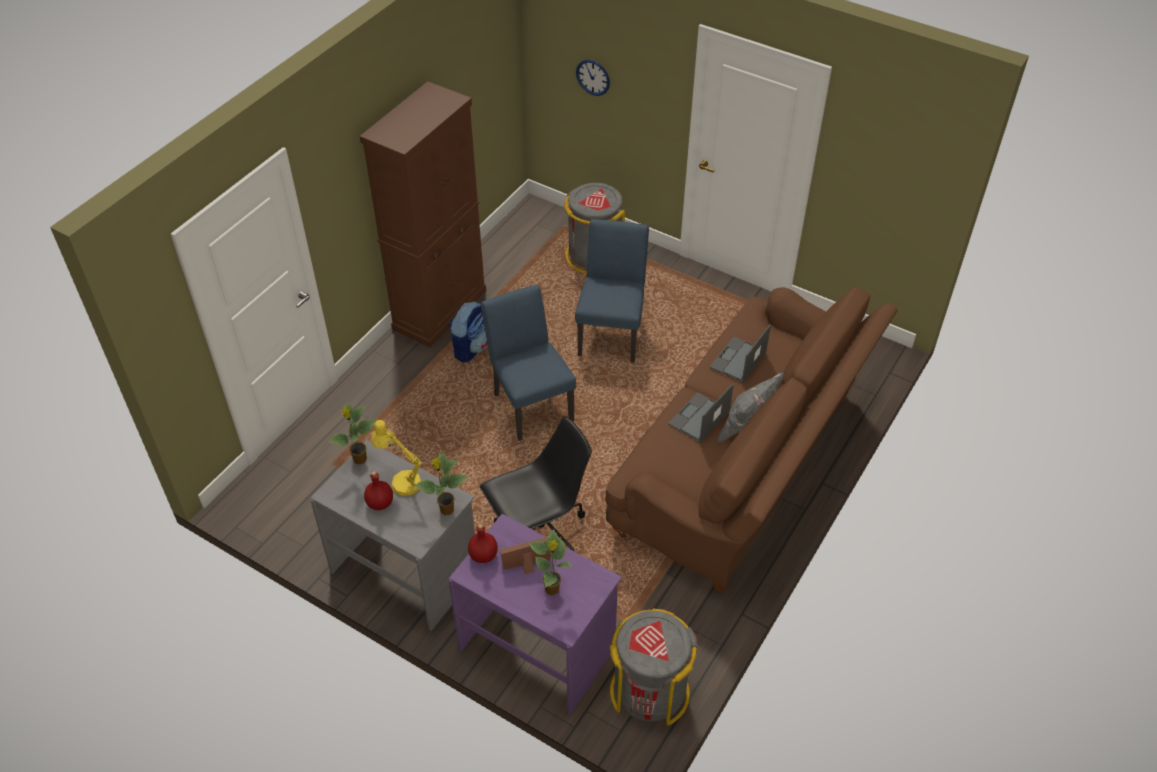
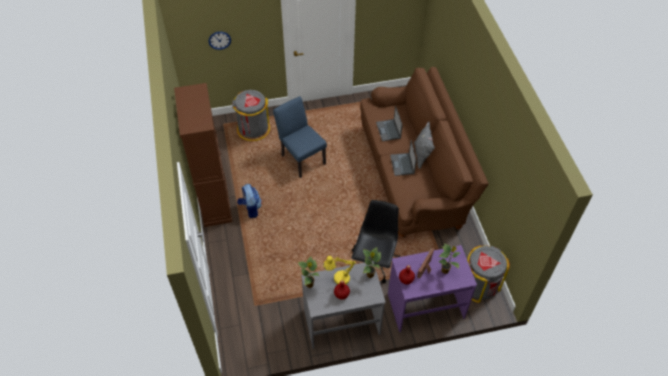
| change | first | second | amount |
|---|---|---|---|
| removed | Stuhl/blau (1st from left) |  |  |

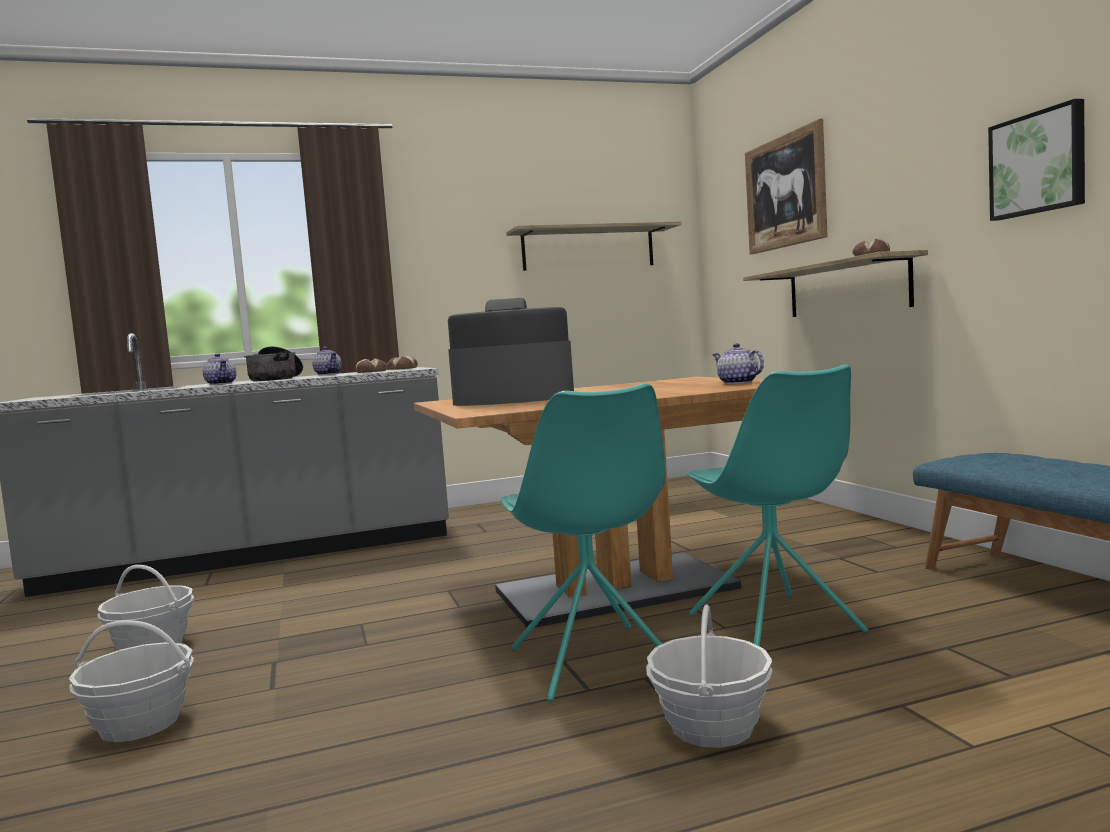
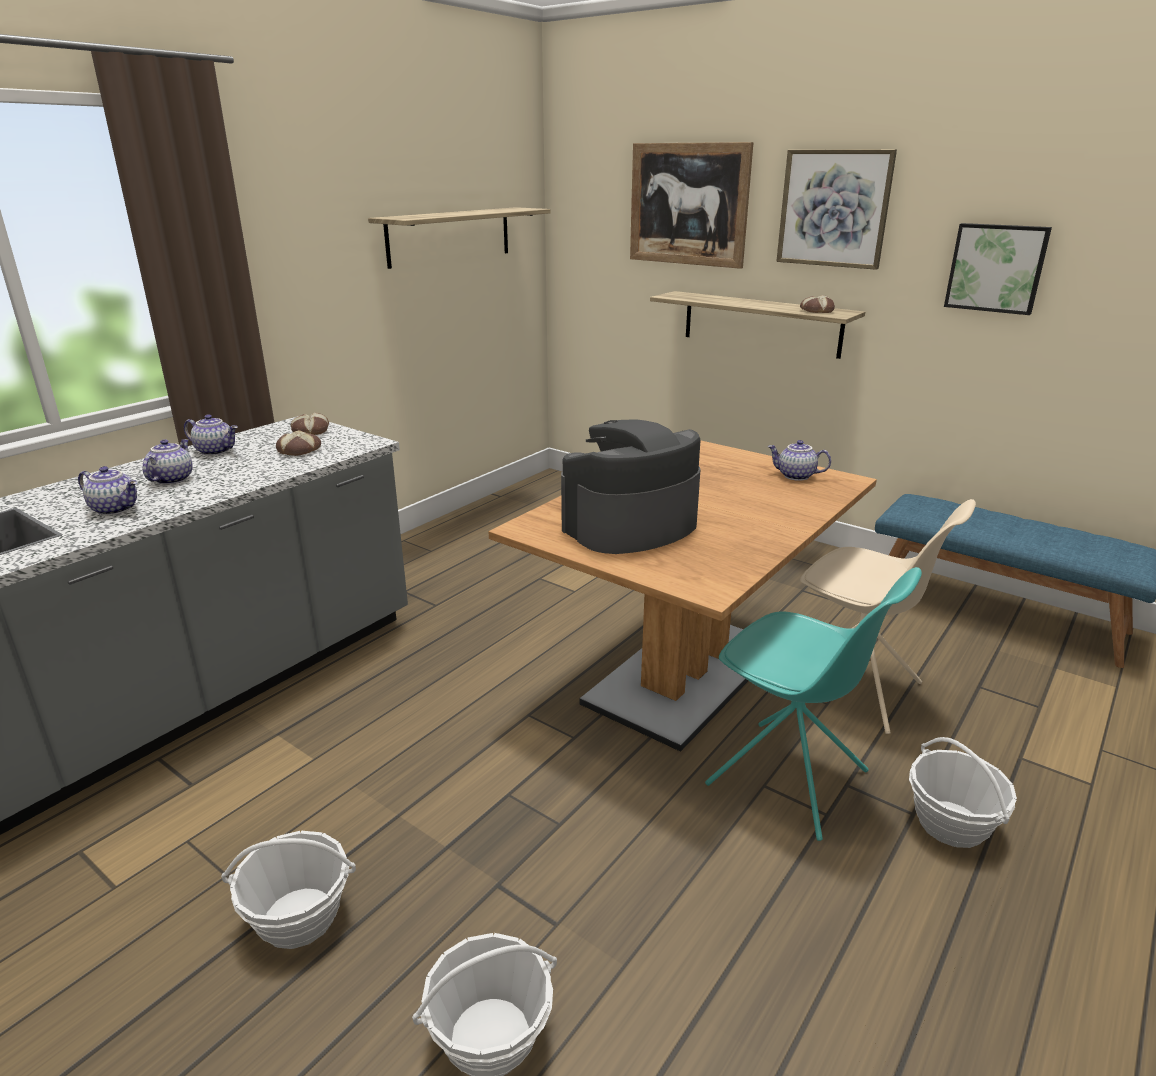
| change | first | second | amount |
|---|---|---|---|
| replaced | Kochtopf | Teekanne (2nd from left) |  |
| added |  | Bild (2nd from left) |  |
| recoloured | Stuhl/türkis (2nd from left) | Stuhl/beige |  |

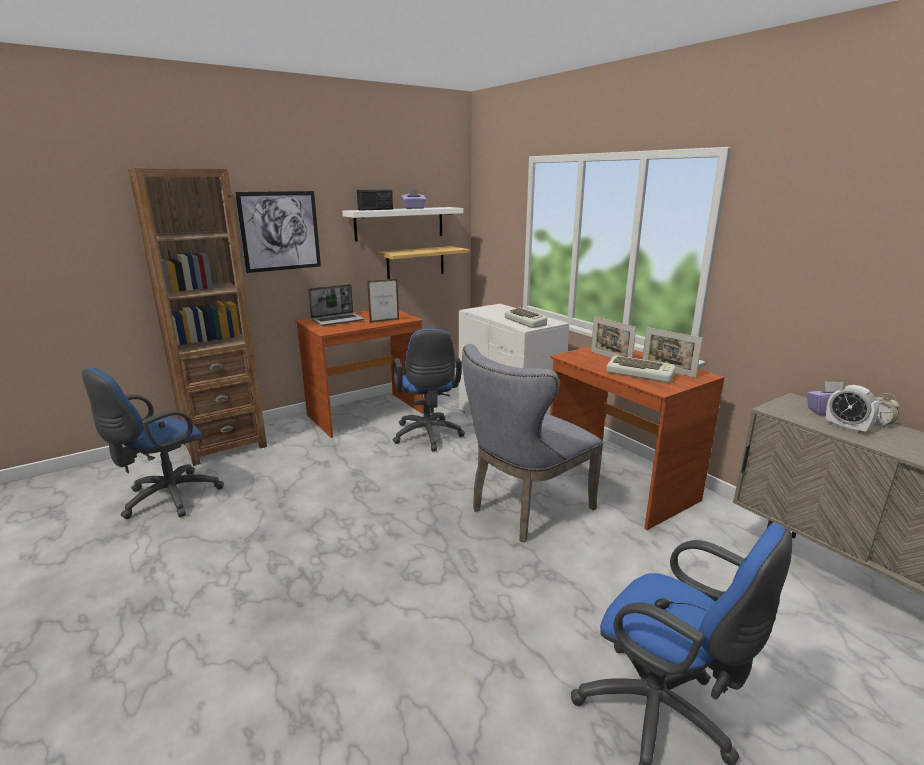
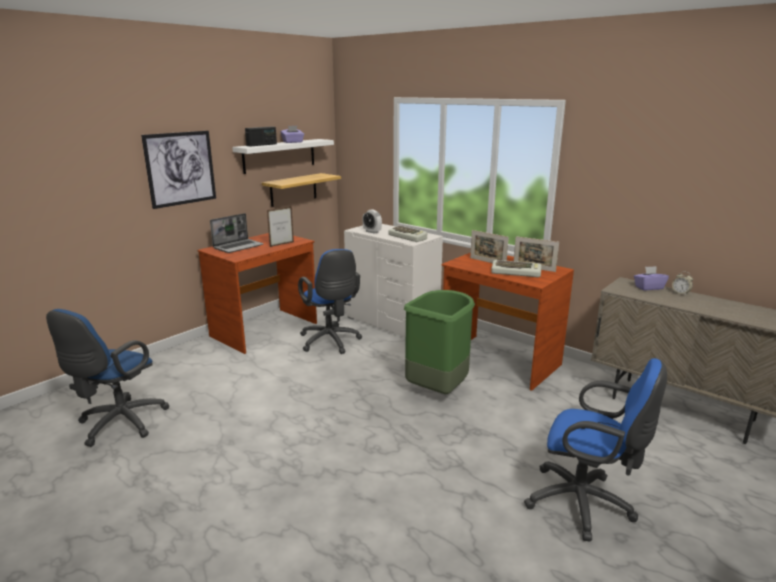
| change | first | second | amount |
|---|---|---|---|
| moved | Wecker (1st from left) |  |  |
| replaced | Stuhl/grau | Mülleimer/grün |  |
| removed | Bücherregal/braun |  |  |

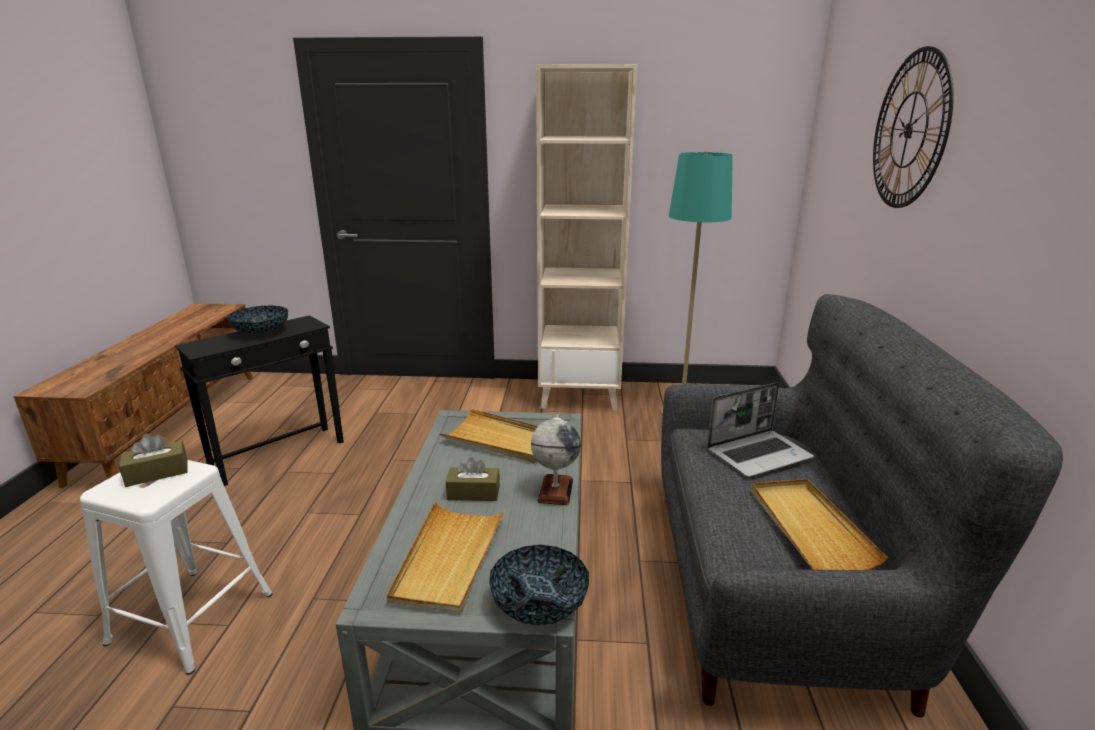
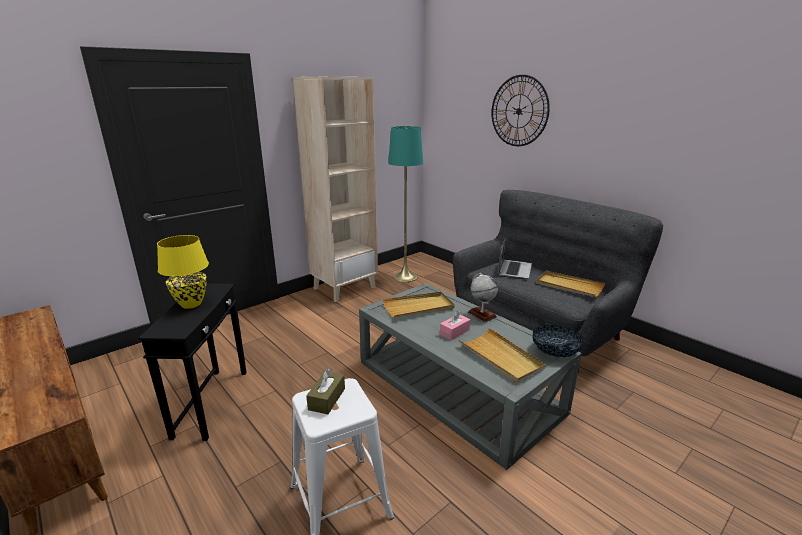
| change | first | second | amount |
|---|---|---|---|
| replaced | Schüssel (1st from left) | Tischlampe/gelb |  |
| recoloured | Taschentuchbox/braun (2nd from left) | Taschentuchbox/rosa |  |

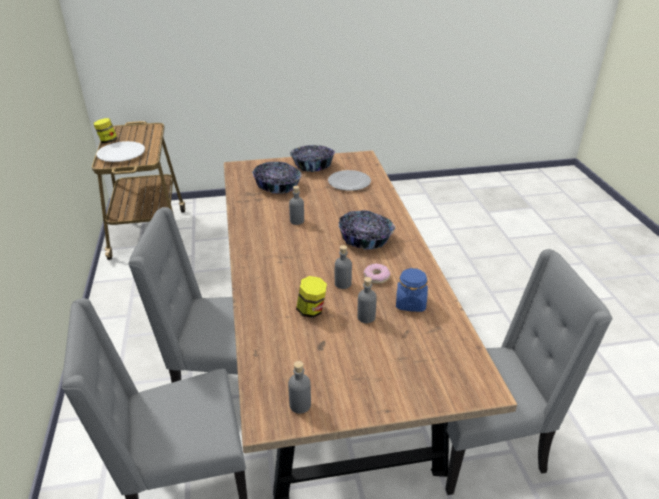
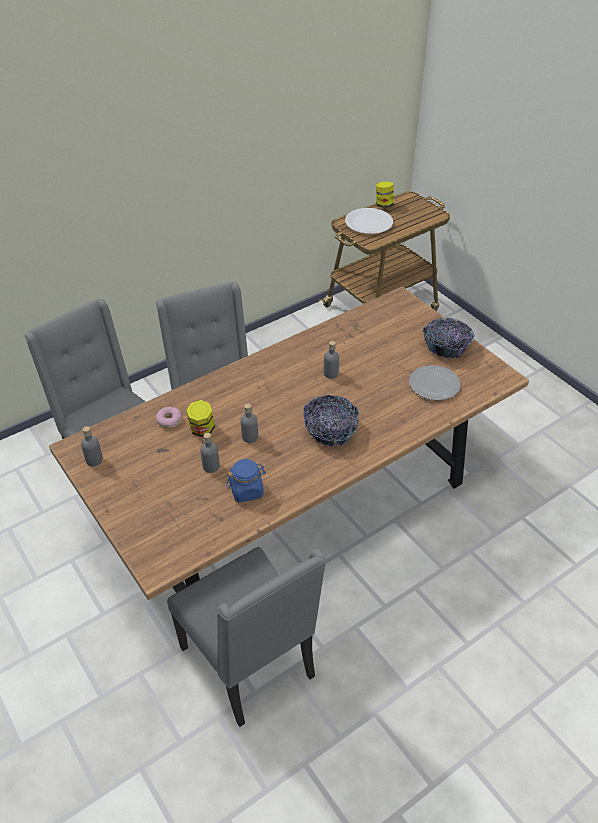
| change | first | second | amount |
|---|---|---|---|
| moved | Donut |  |  |
| removed | Schüssel (1st from left) |  |  |

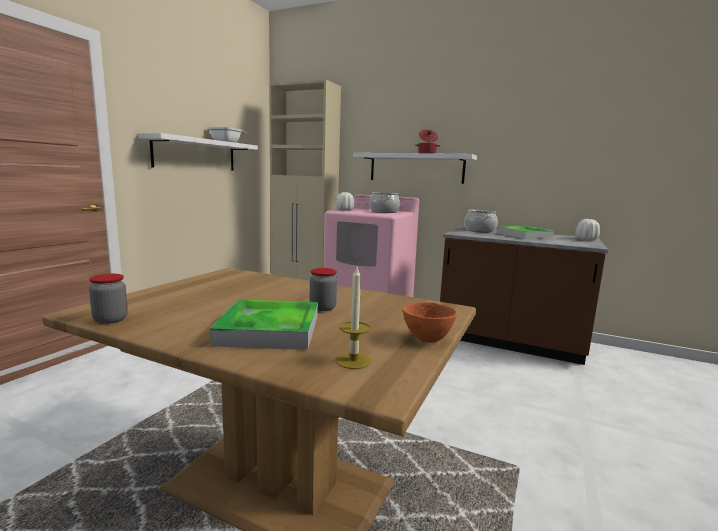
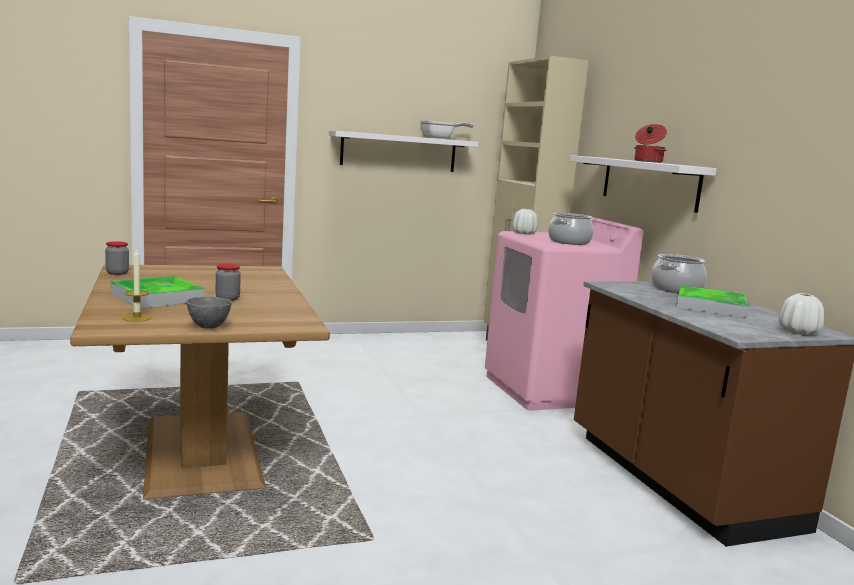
| change | first | second | amount |
|---|---|---|---|
| recoloured | Schüssel/orange | Schüssel/grau |  |

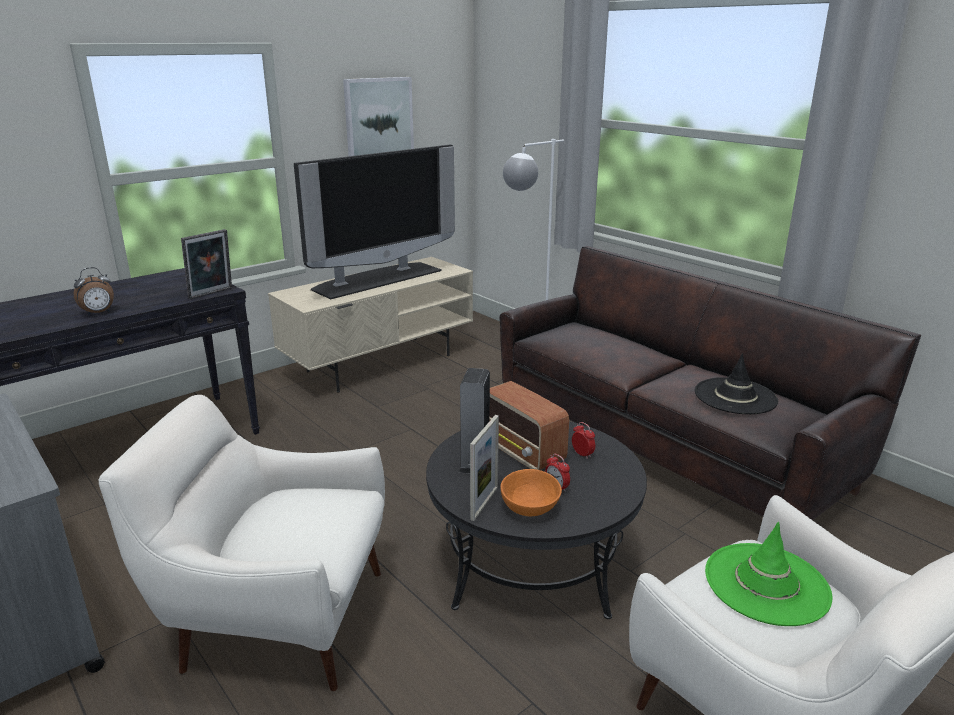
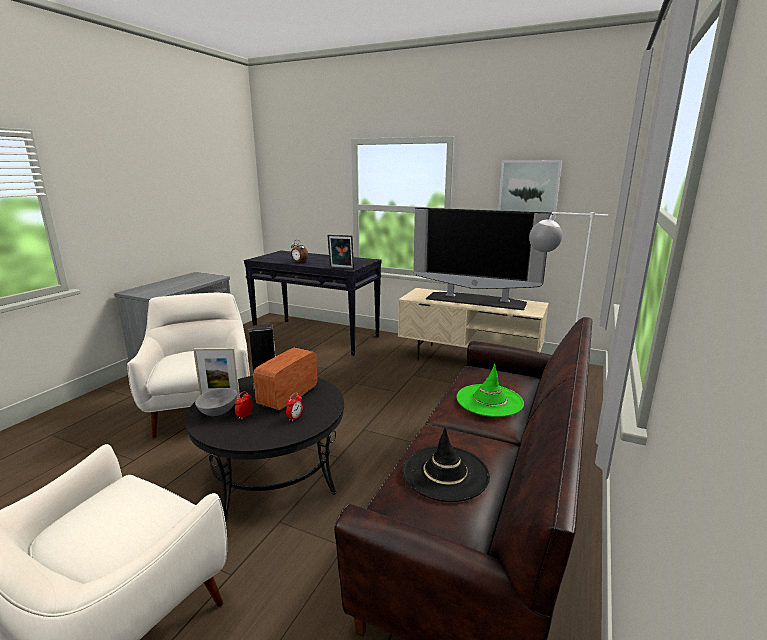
| change | first | second | amount |
|---|---|---|---|
| recoloured | Schüssel/orange | Schüssel/grau |  |
| moved | Hut/grün |  |  |

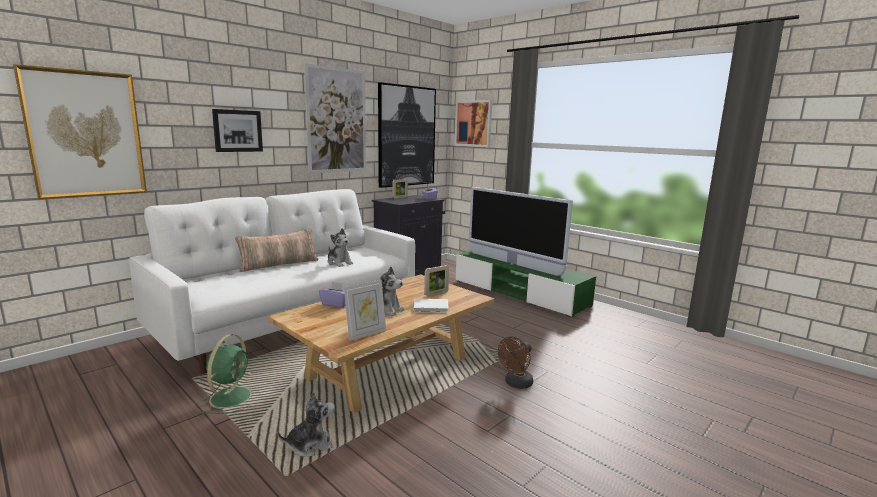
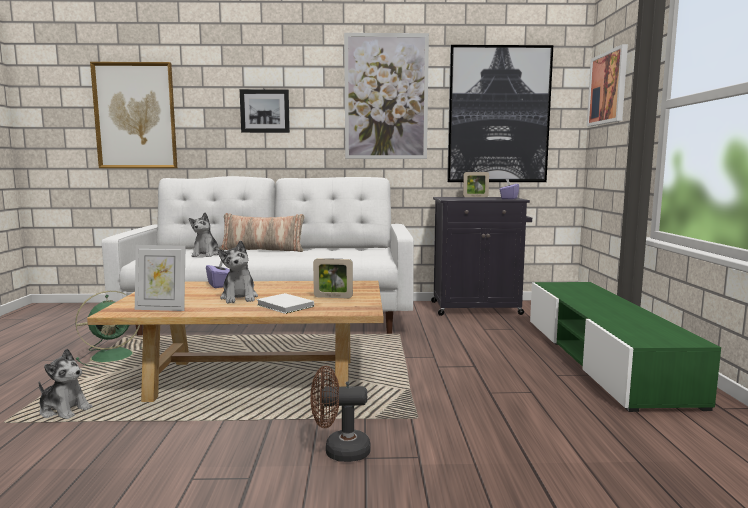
| change | first | second | amount |
|---|---|---|---|
| moved | Plüschtier (2nd from left) |  |  |
| removed | Fernseher |  |  |

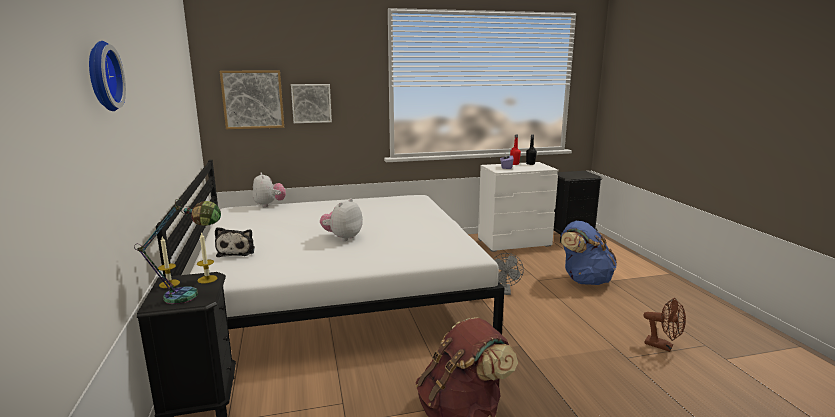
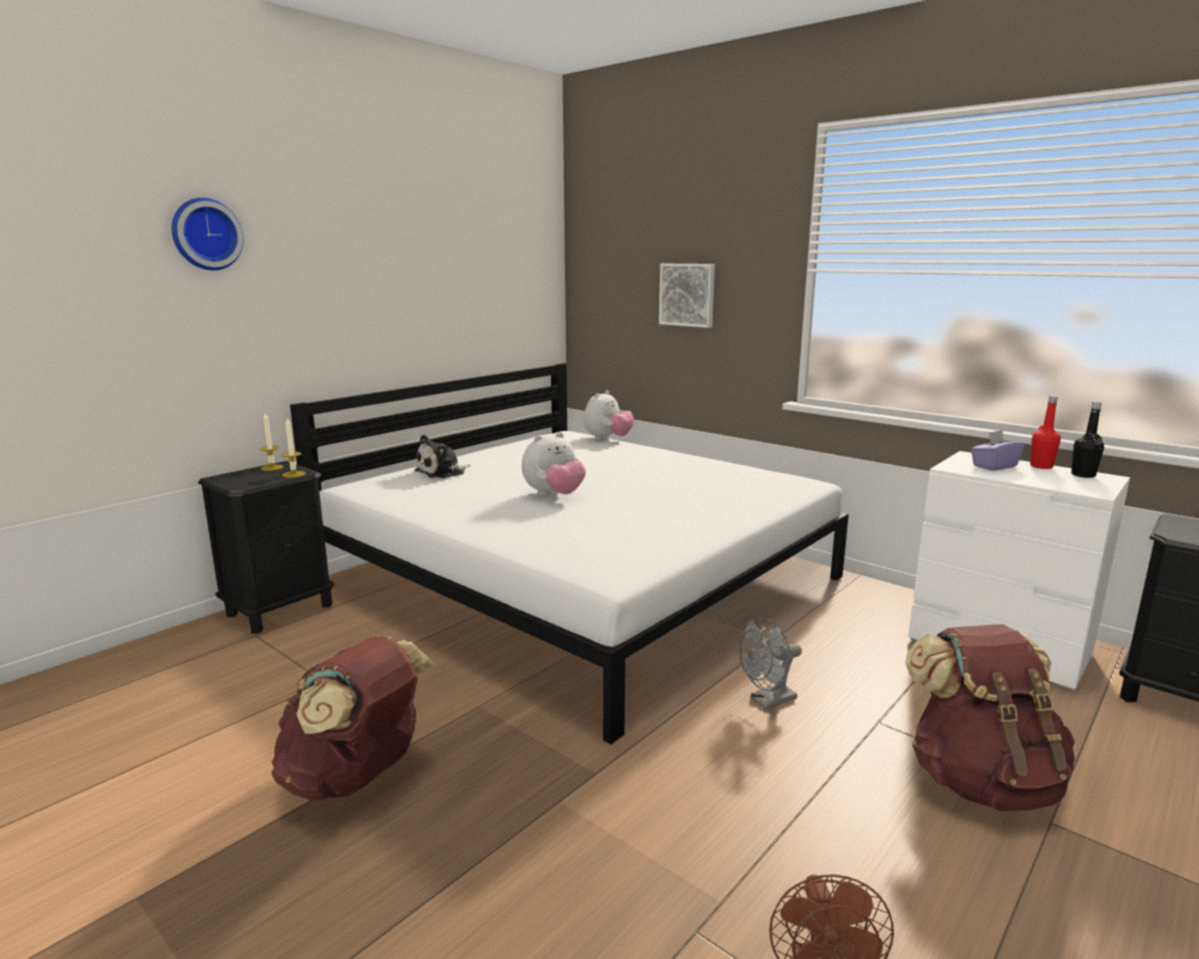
| change | first | second | amount |
|---|---|---|---|
| turned | Plüschtier (3rd from left in the first image) | Plüschtier (2nd from left) | 150 degrees clockwise |
| recoloured | Rucksack/blau | Rucksack/braun (2nd from left) |  |
| removed | Tischlampe |  |  |
| removed | Bild (1st from left) |  |  |

